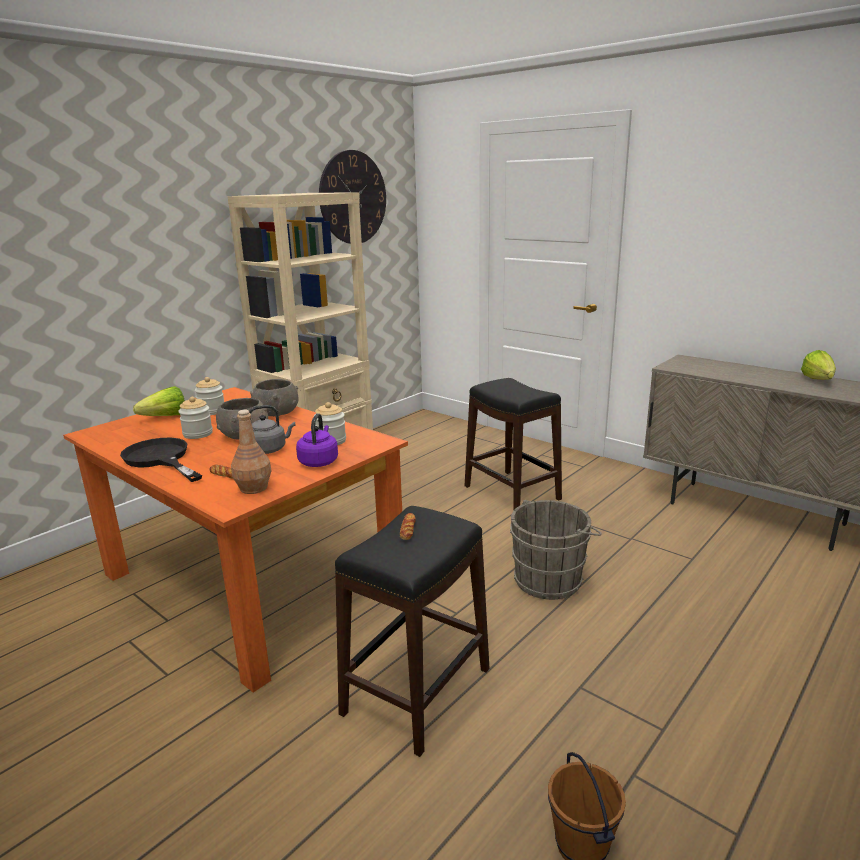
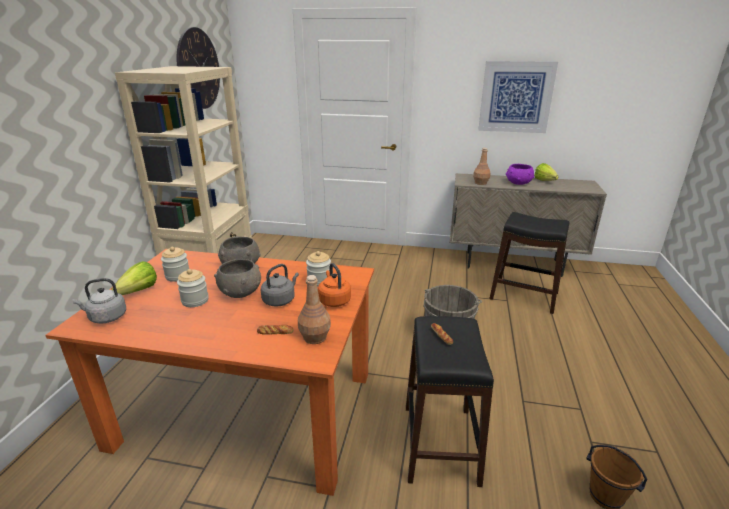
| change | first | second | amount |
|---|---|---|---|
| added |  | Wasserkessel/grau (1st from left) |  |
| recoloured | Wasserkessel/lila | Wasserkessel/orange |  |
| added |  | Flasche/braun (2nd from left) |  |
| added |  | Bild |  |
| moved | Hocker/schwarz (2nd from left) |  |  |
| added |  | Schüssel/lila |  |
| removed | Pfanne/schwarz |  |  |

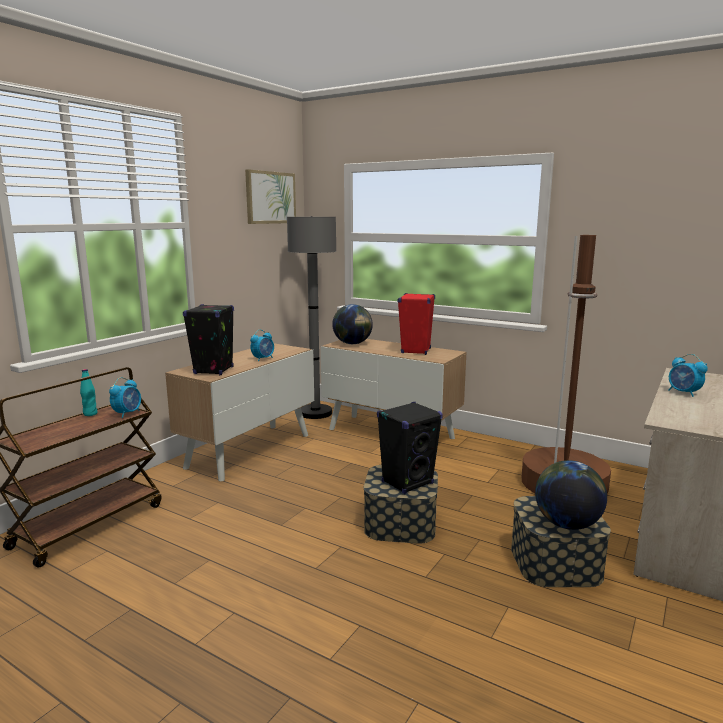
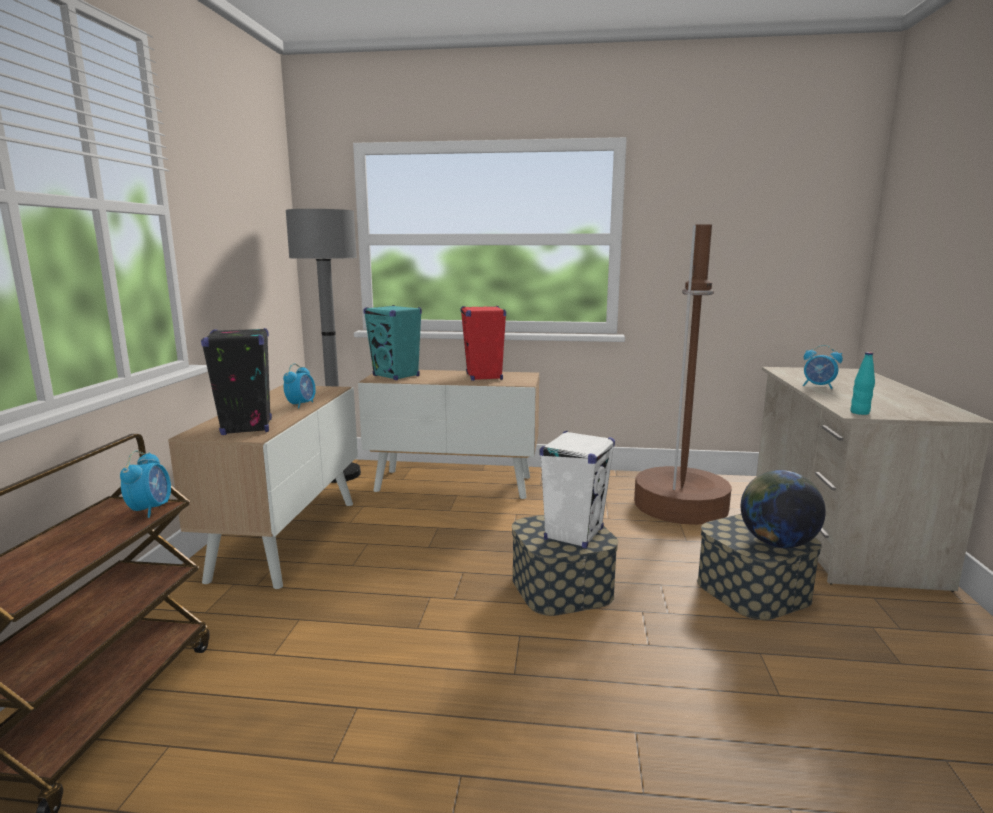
| change | first | second | amount |
|---|---|---|---|
| replaced | Globus (1st from left) | Lautsprecher/türkis |  |
| recoloured | Lautsprecher/schwarz (2nd from left) | Lautsprecher/weiß |  |
| moved | Flasche/türkis |  |  |
| removed | Bild |  |  |

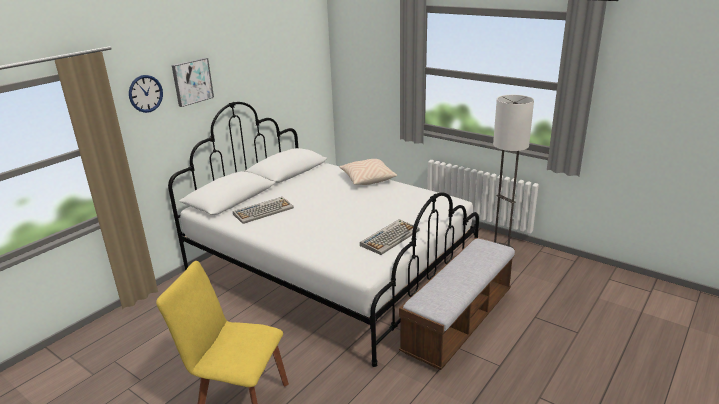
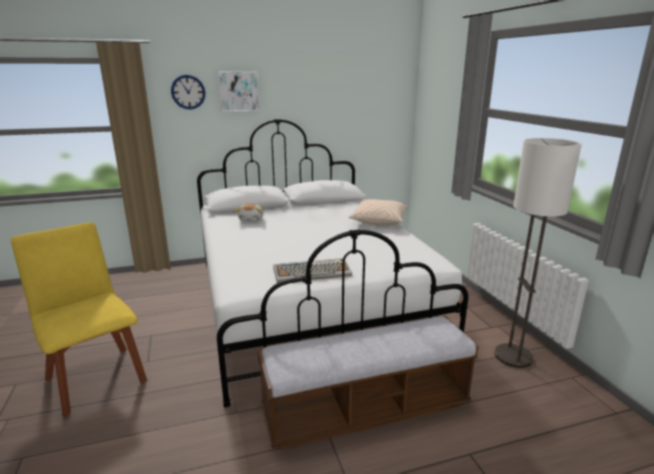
| change | first | second | amount |
|---|---|---|---|
| replaced | Tastatur (1st from left) | Plüschtier |  |

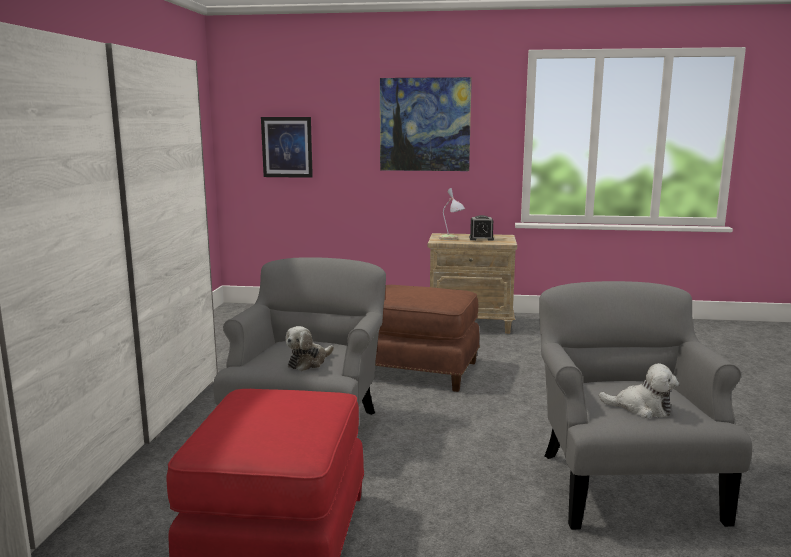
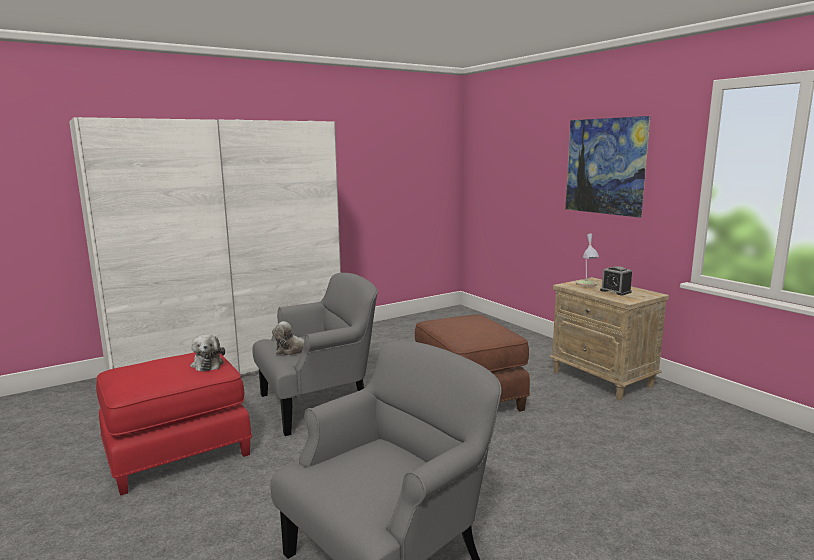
| change | first | second | amount |
|---|---|---|---|
| moved | Plüschtier (2nd from left in the first image) | Plüschtier (1st from left) |  |
| removed | Bild (1st from left) |  |  |

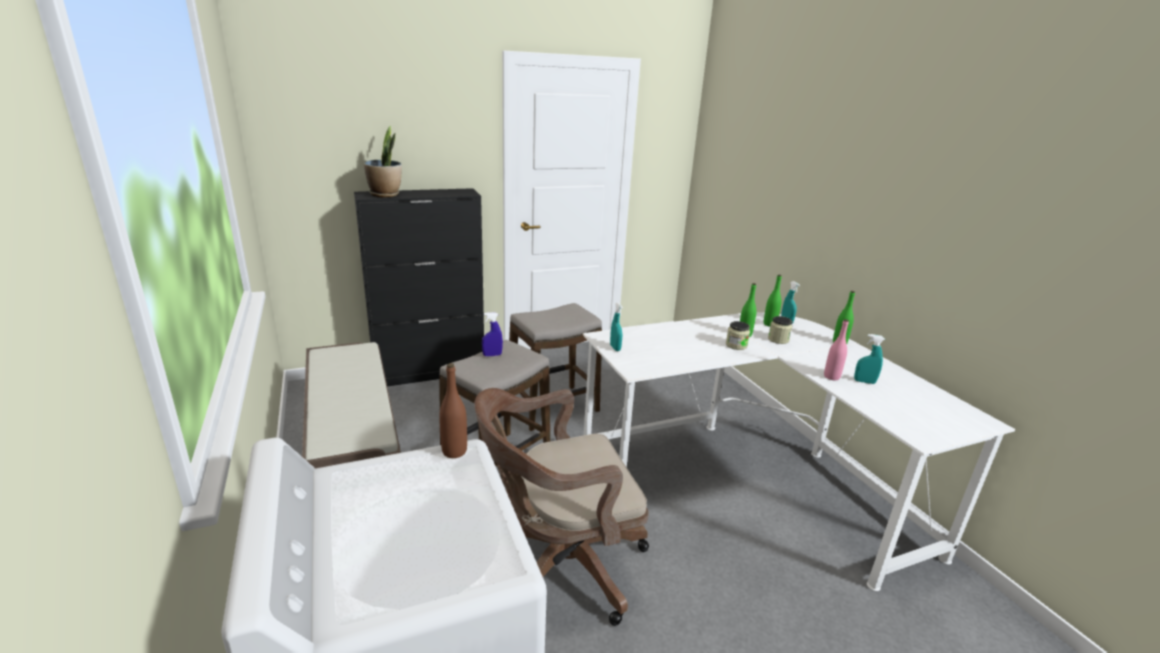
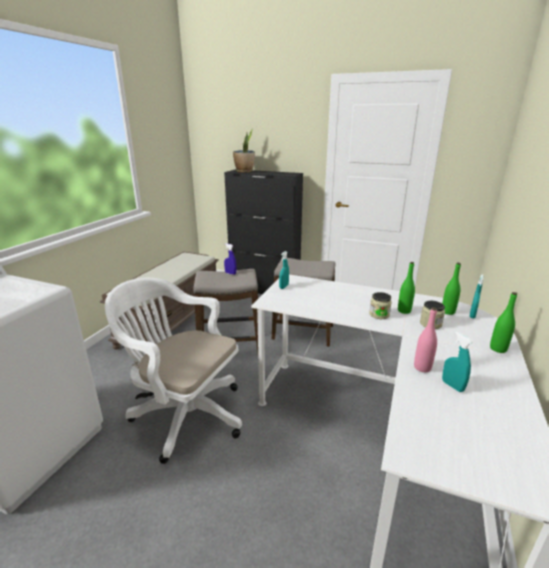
| change | first | second | amount |
|---|---|---|---|
| recoloured | Bürostuhl/braun | Bürostuhl/weiß |  |
| removed | Flasche/braun |  |  |

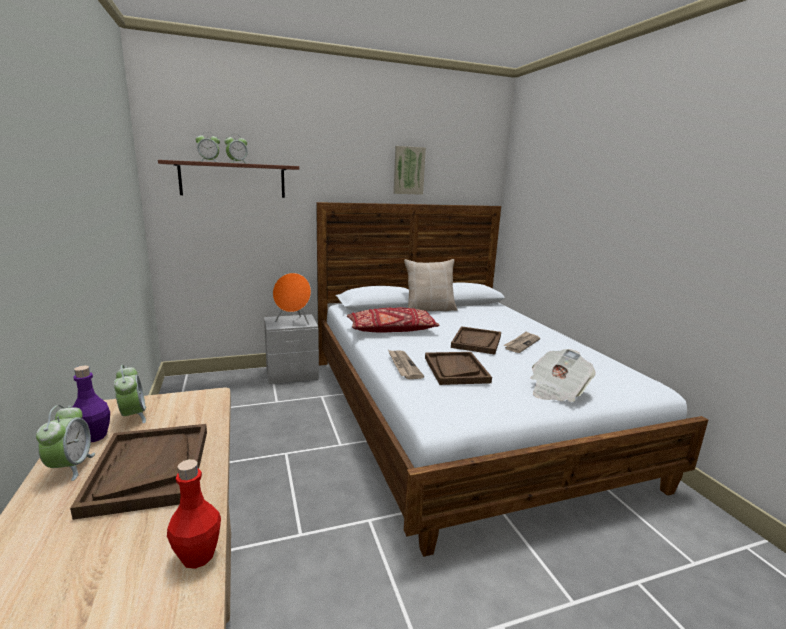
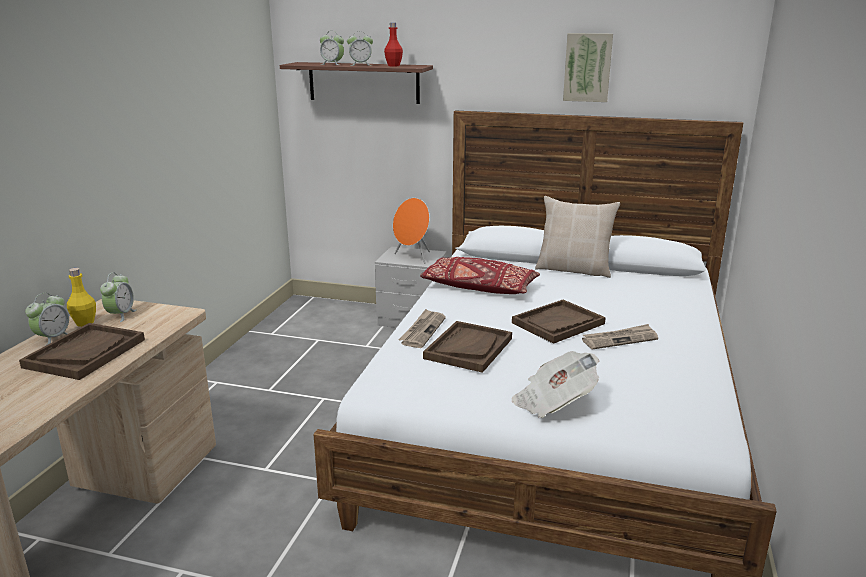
| change | first | second | amount |
|---|---|---|---|
| recoloured | Flasche/lila | Flasche/gelb |  |
| moved | Flasche/rot |  |  |

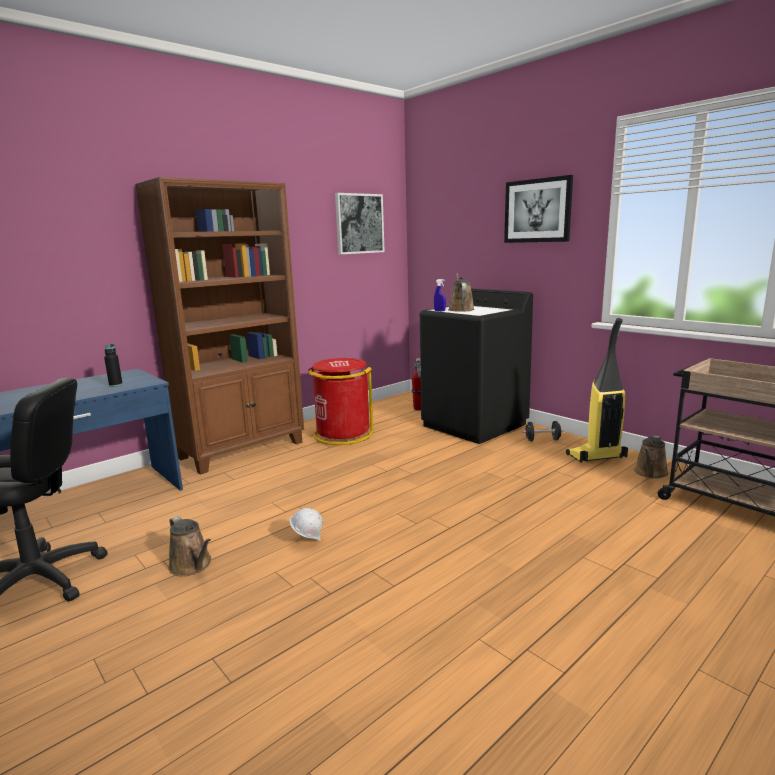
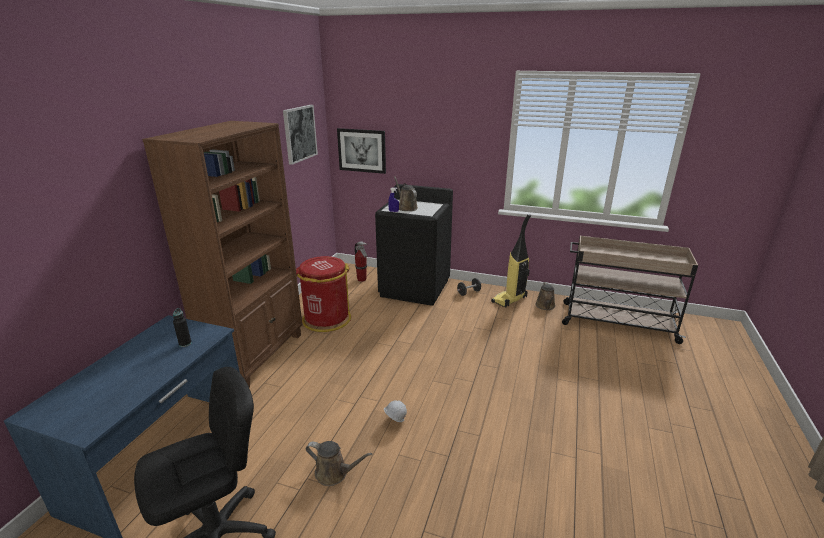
| change | first | second | amount |
|---|---|---|---|
| moved | Bild (2nd from left) |  |  |

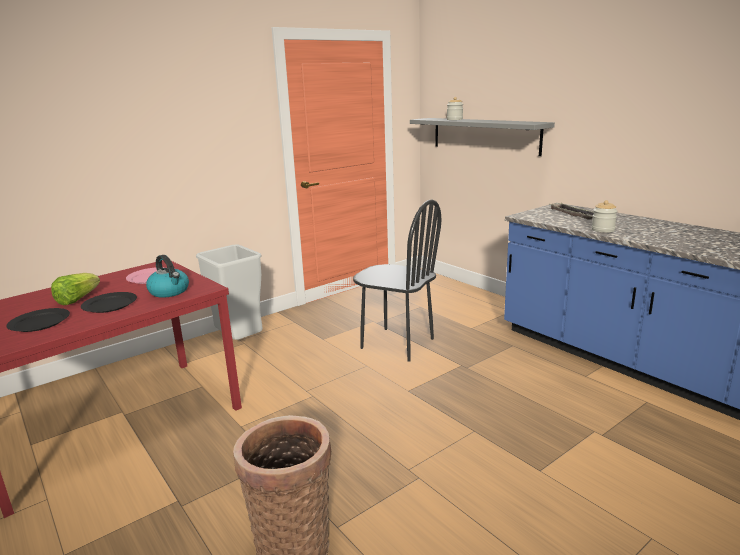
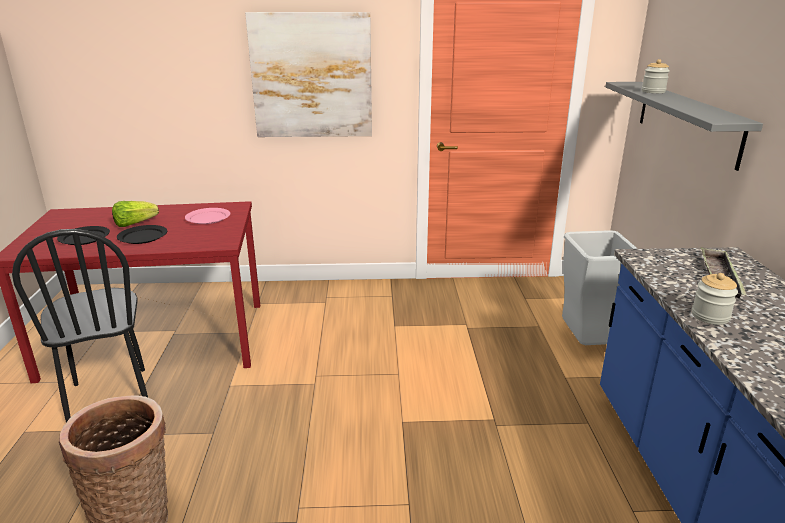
| change | first | second | amount |
|---|---|---|---|
| moved | Stuhl/schwarz |  |  |
| added |  | Bild |  |
| moved | Mülleimer/grau |  |  |
| removed | Wasserkessel |  |  |

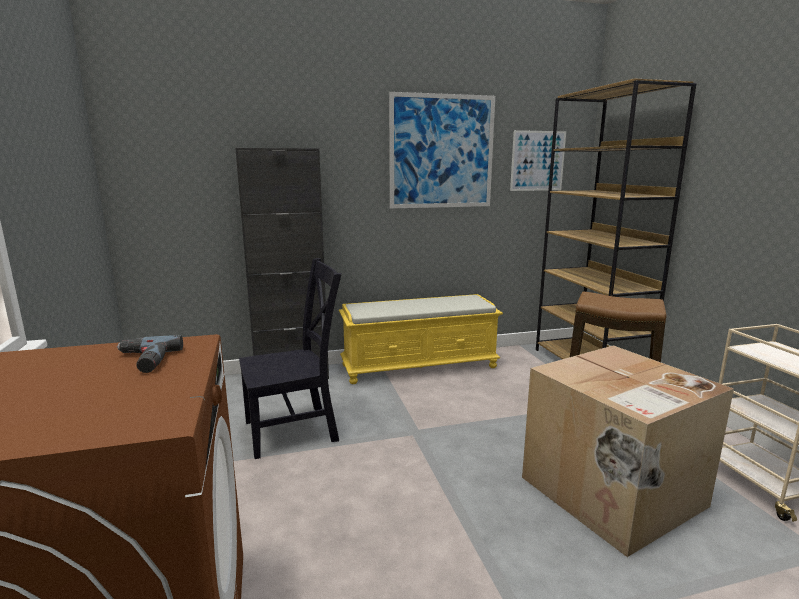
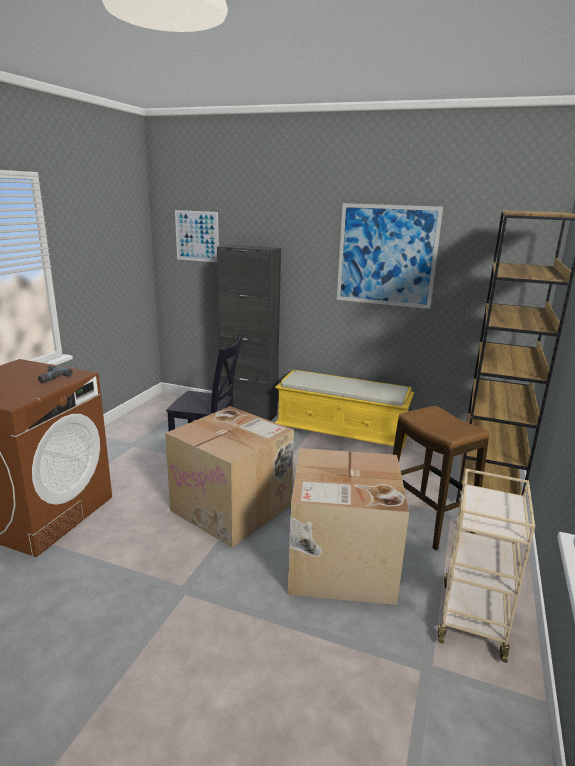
| change | first | second | amount |
|---|---|---|---|
| added |  | Karton (1st from left) |  |
| moved | Bild (2nd from left in the first image) | Bild (1st from left) |  |

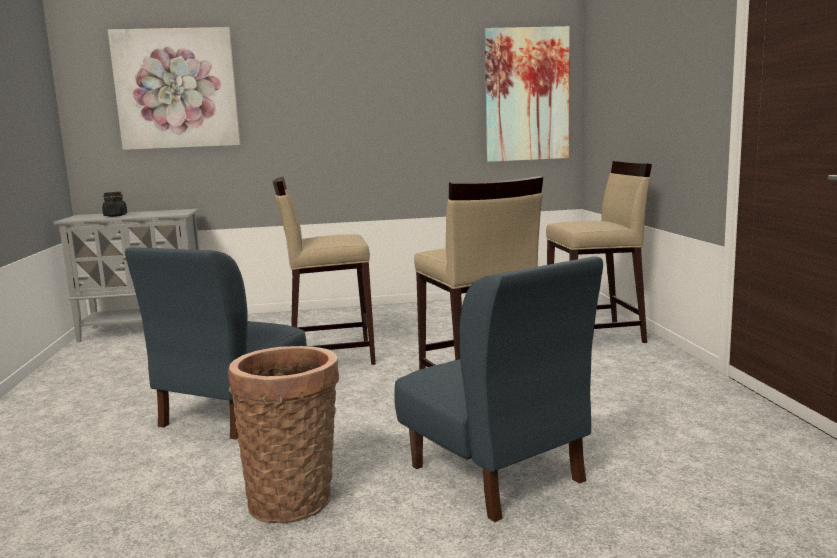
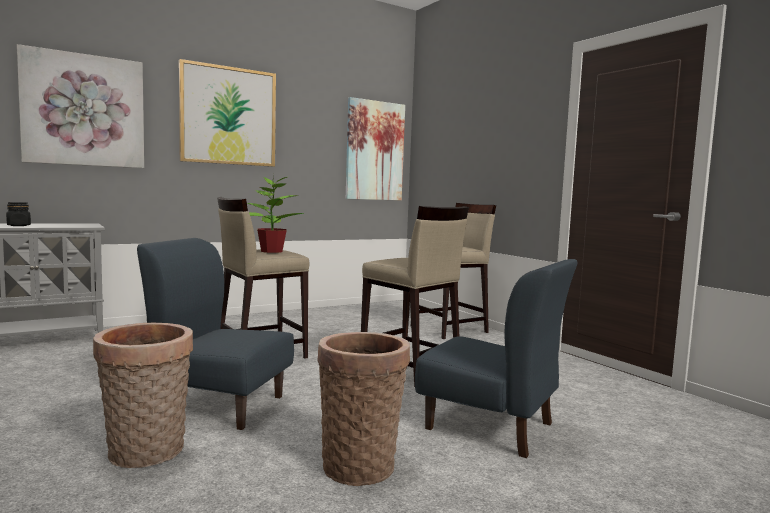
| change | first | second | amount |
|---|---|---|---|
| added |  | Korb (1st from left) |  |
| turned | Stuhl/blau (1st from left) |  | 105 degrees clockwise |
| added |  | Bild (2nd from left) |  |
| added |  | Topfpflanze |  |

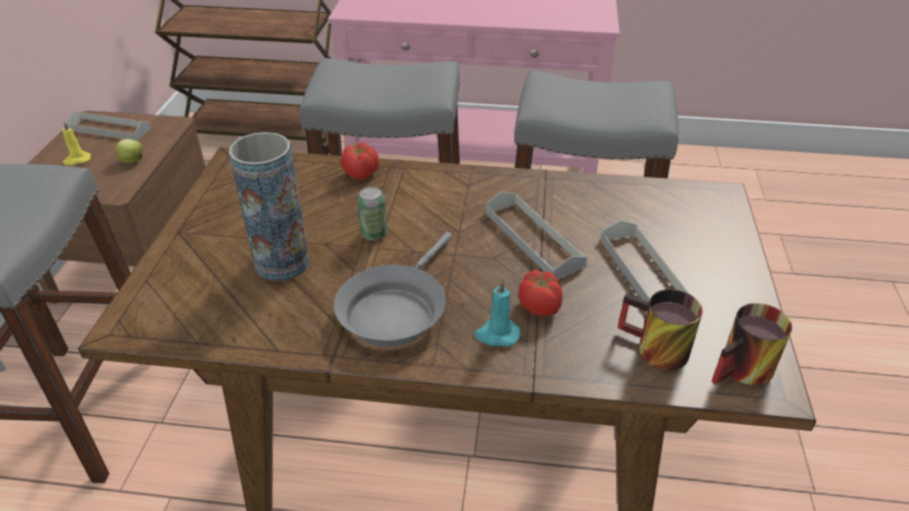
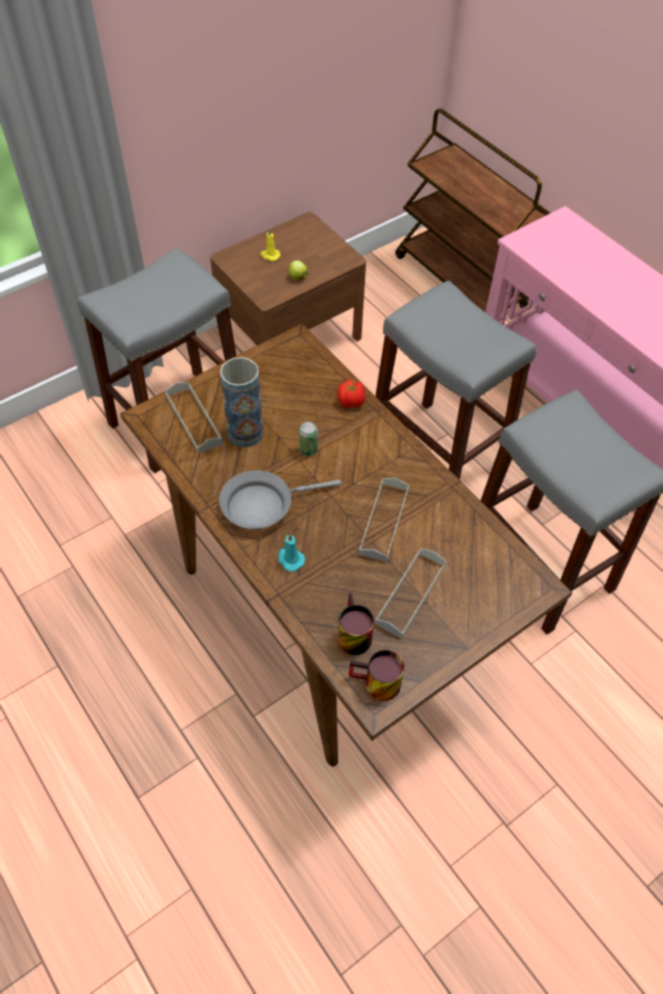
| change | first | second | amount |
|---|---|---|---|
| moved | Tablett/grau (1st from left) |  |  |
| removed | Tomate (2nd from left) |  |  |

